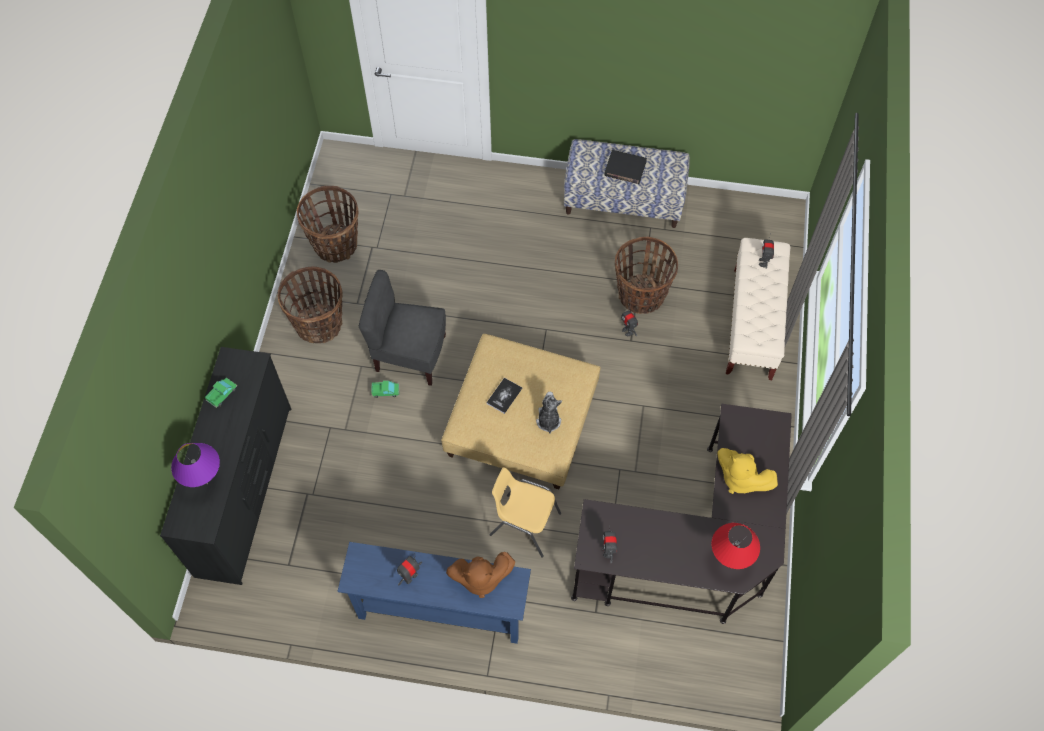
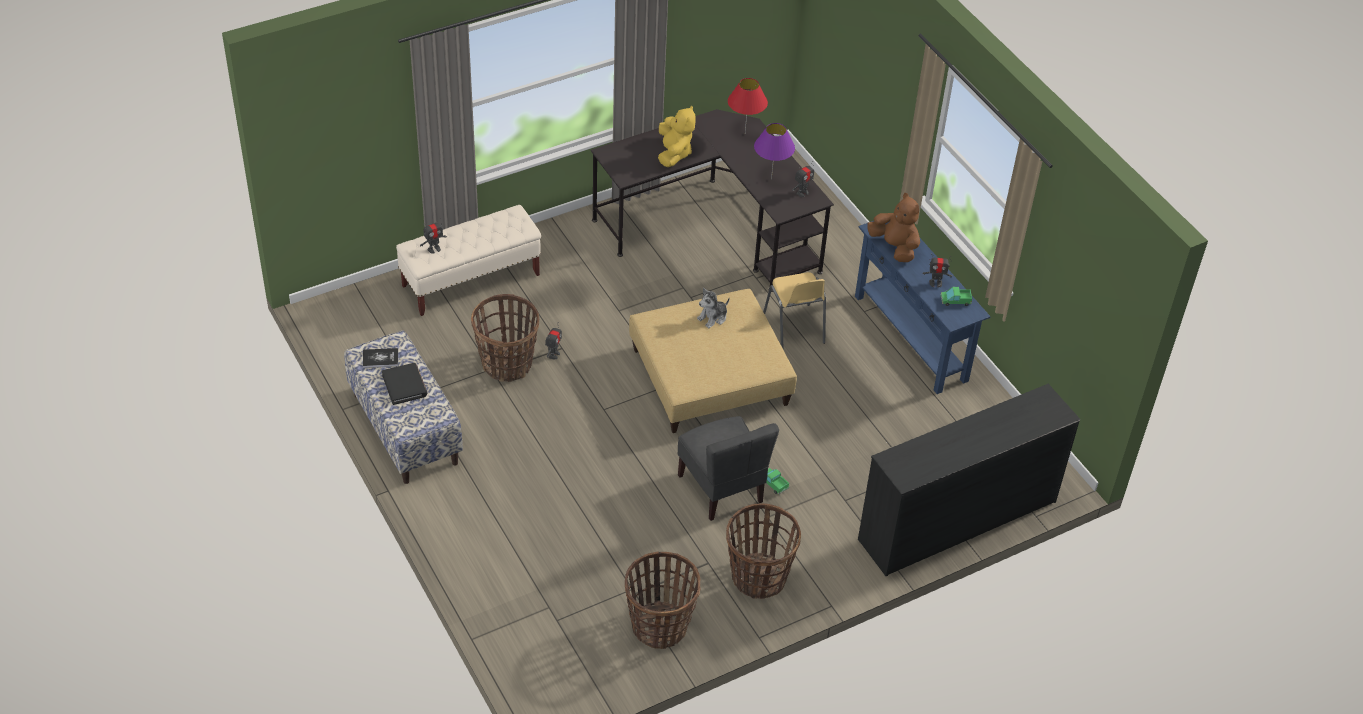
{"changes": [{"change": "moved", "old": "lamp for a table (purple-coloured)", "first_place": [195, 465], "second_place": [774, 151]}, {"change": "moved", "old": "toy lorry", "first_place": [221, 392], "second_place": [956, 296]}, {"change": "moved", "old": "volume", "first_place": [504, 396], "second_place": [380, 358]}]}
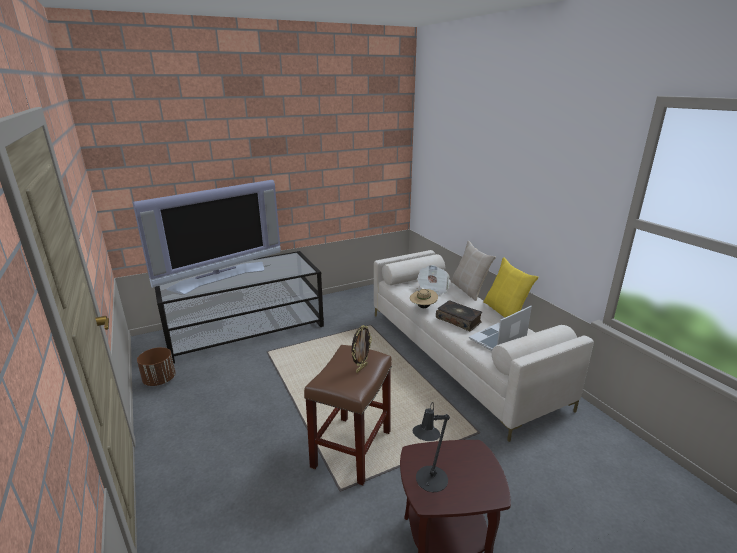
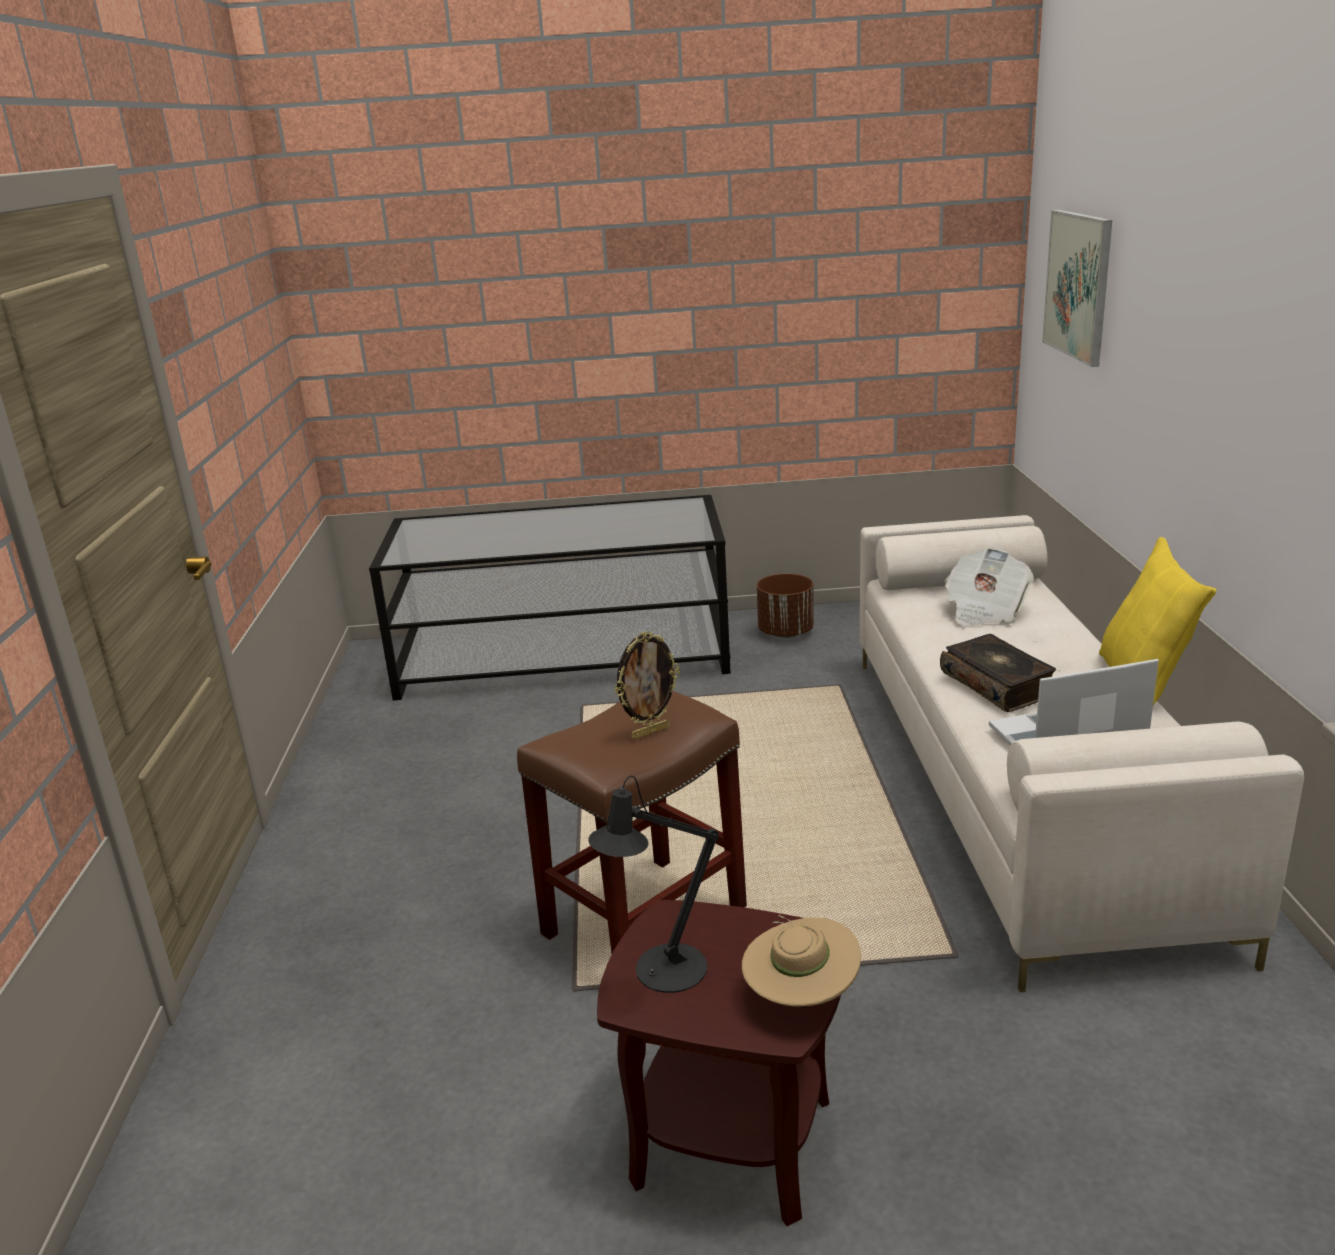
{"changes": [{"change": "removed", "old": "TV", "first_place": [207, 237]}, {"change": "removed", "old": "throw pillow (sand-coloured)", "first_place": [473, 271]}, {"change": "added", "new": "wall picture", "second_place": [1077, 288]}, {"change": "moved", "old": "plant pot (brownish)", "first_place": [156, 366], "second_place": [785, 606]}, {"change": "moved", "old": "wearable hat (sand-coloured)", "first_place": [424, 298], "second_place": [801, 961]}]}
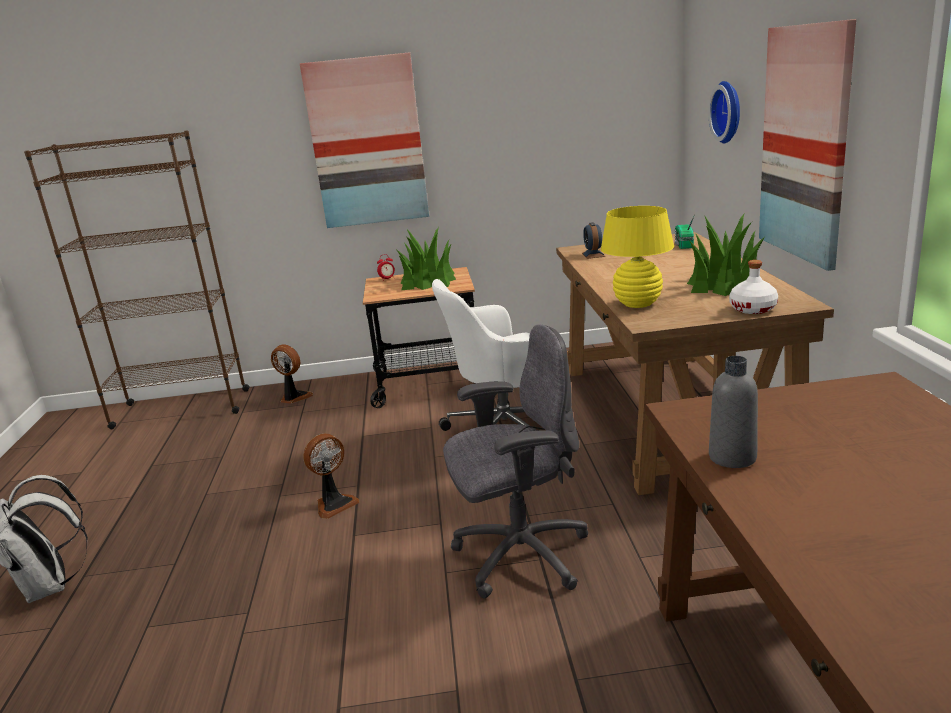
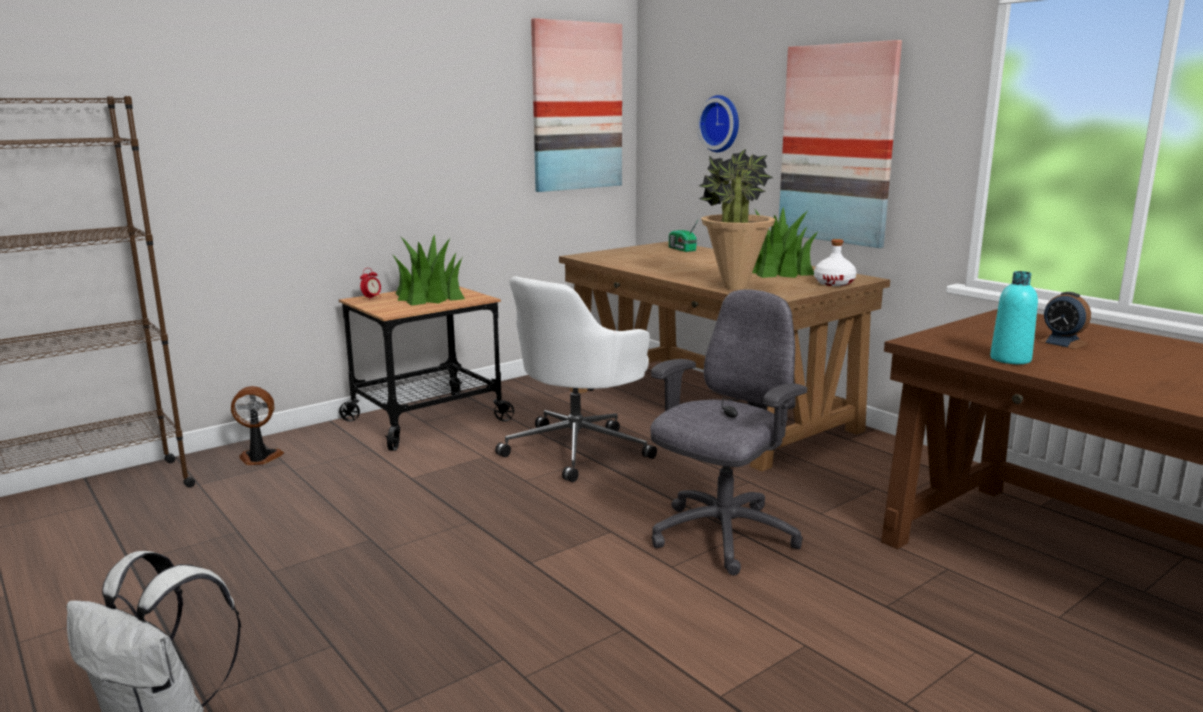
{"changes": [{"change": "removed", "old": "cooling fan", "first_place": [331, 476]}, {"change": "moved", "old": "wall picture", "first_place": [364, 140], "second_place": [576, 105]}, {"change": "moved", "old": "bedside clock", "first_place": [593, 240], "second_place": [1064, 320]}, {"change": "replaced", "old": "lamp for a table (yellowish)", "new": "plant in a pot", "first_place": [637, 257], "second_place": [737, 219]}, {"change": "recoloured", "old": "beverage bottle (greyish)", "new": "beverage bottle (turquoise-coloured)", "first_place": [733, 412], "second_place": [1014, 317]}]}
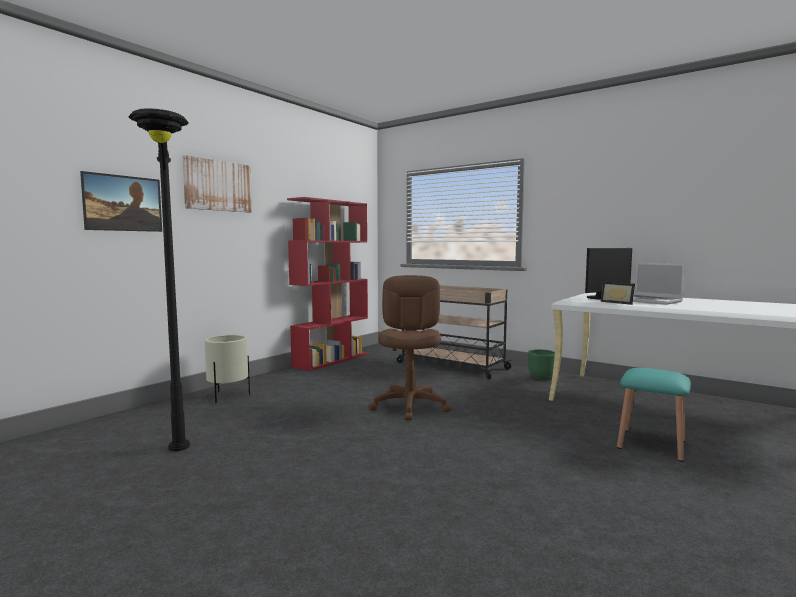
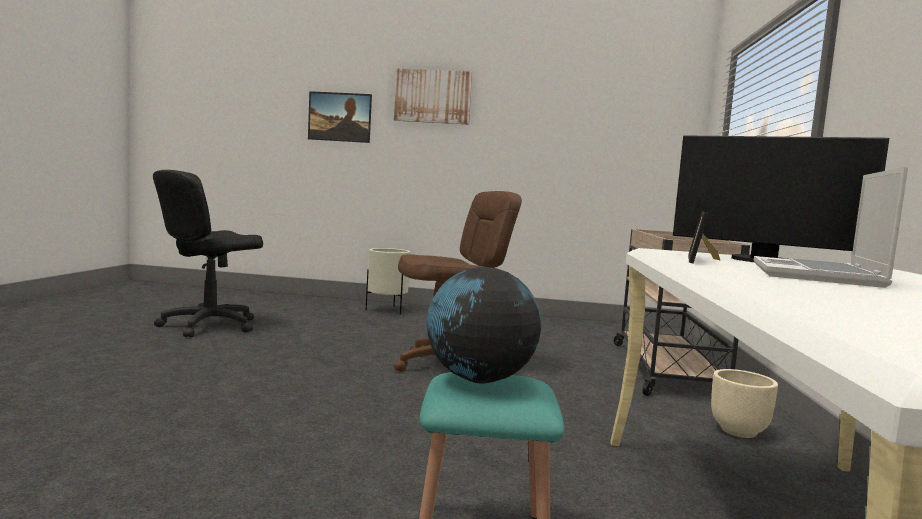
{"changes": [{"change": "removed", "old": "bookshelf (reddish)", "first_place": [327, 284]}, {"change": "added", "new": "globe", "second_place": [484, 325]}, {"change": "replaced", "old": "standard lamp (blackish)", "new": "computer chair (blackish)", "first_place": [159, 279], "second_place": [208, 253]}, {"change": "recoloured", "old": "plant pot (green-coloured)", "new": "plant pot (sand-coloured)", "first_place": [541, 364], "second_place": [744, 403]}]}
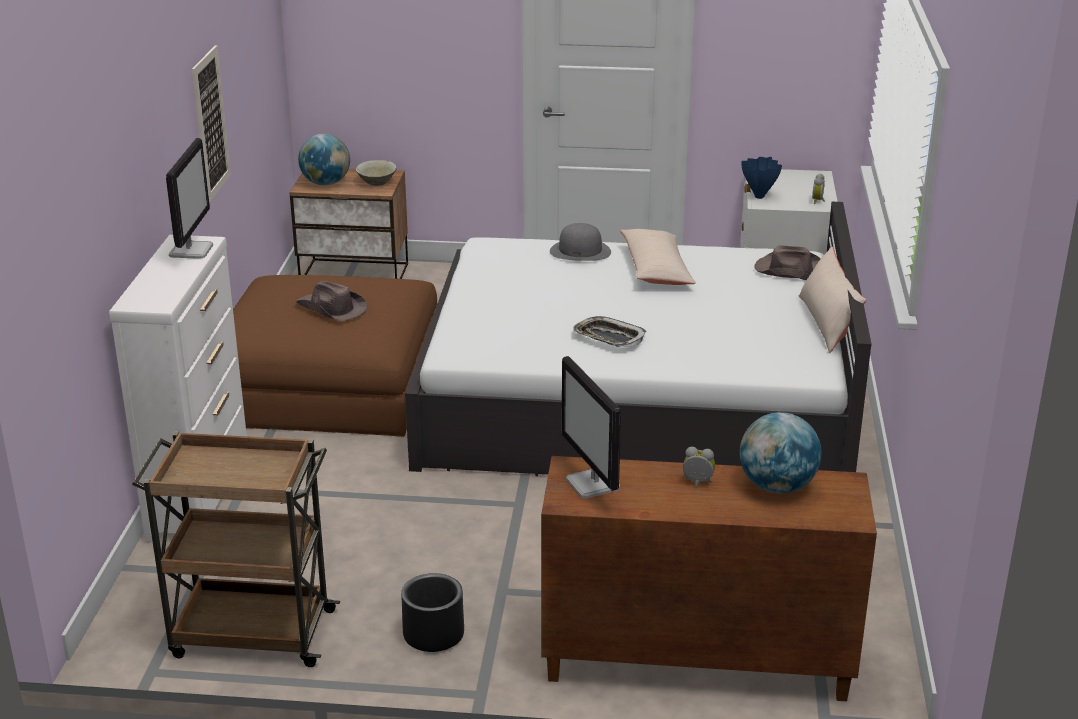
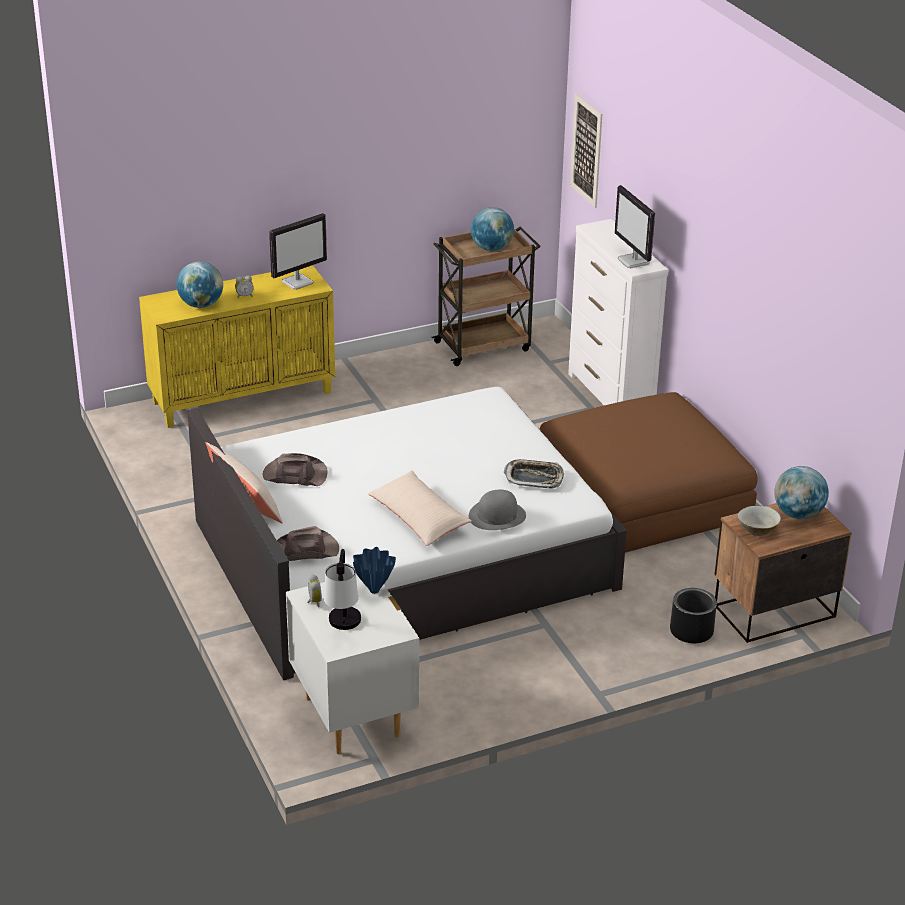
{"changes": [{"change": "added", "new": "lamp for a table", "second_place": [342, 589]}, {"change": "added", "new": "globe", "second_place": [492, 229]}, {"change": "moved", "old": "wall picture", "first_place": [211, 124], "second_place": [586, 150]}, {"change": "moved", "old": "wearable hat (brownish)", "first_place": [331, 301], "second_place": [295, 469]}, {"change": "moved", "old": "plant pot (blackish)", "first_place": [432, 612], "second_place": [693, 615]}, {"change": "moved", "old": "tray", "first_place": [609, 331], "second_place": [534, 473]}, {"change": "recoloured", "old": "storage cabinet (brownish)", "new": "storage cabinet (yellowish)", "first_place": [709, 578], "second_place": [237, 346]}, {"change": "turned", "old": "monitor", "first_place": [591, 427], "second_place": [298, 251], "degrees": 105}]}
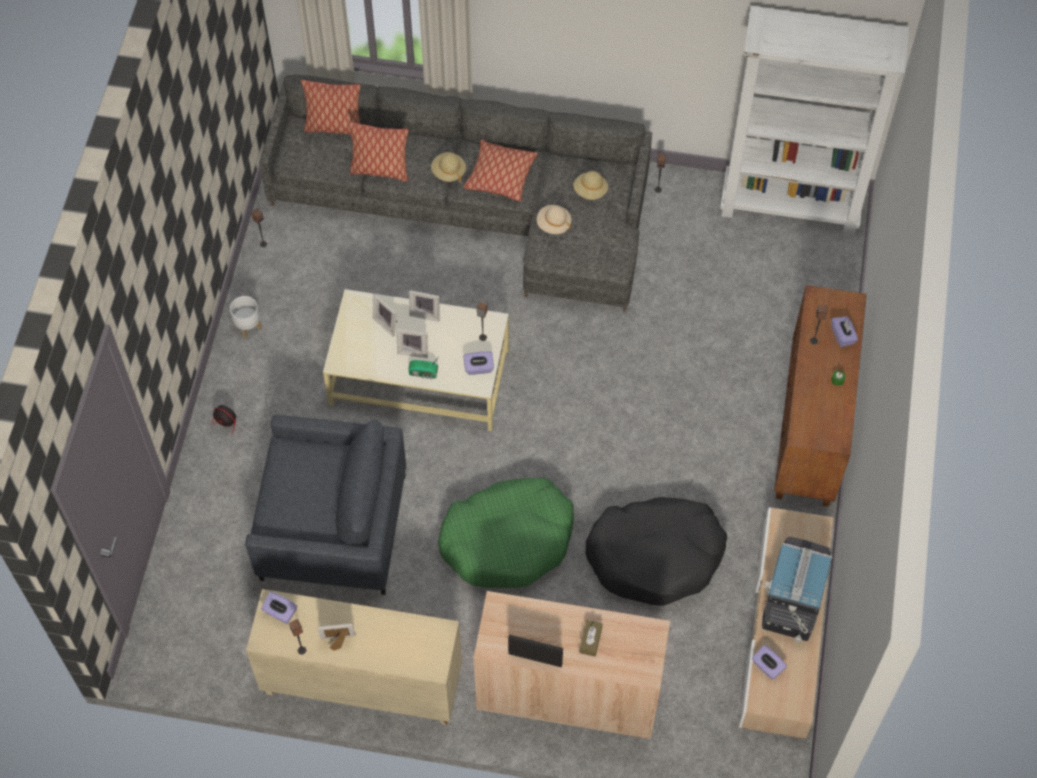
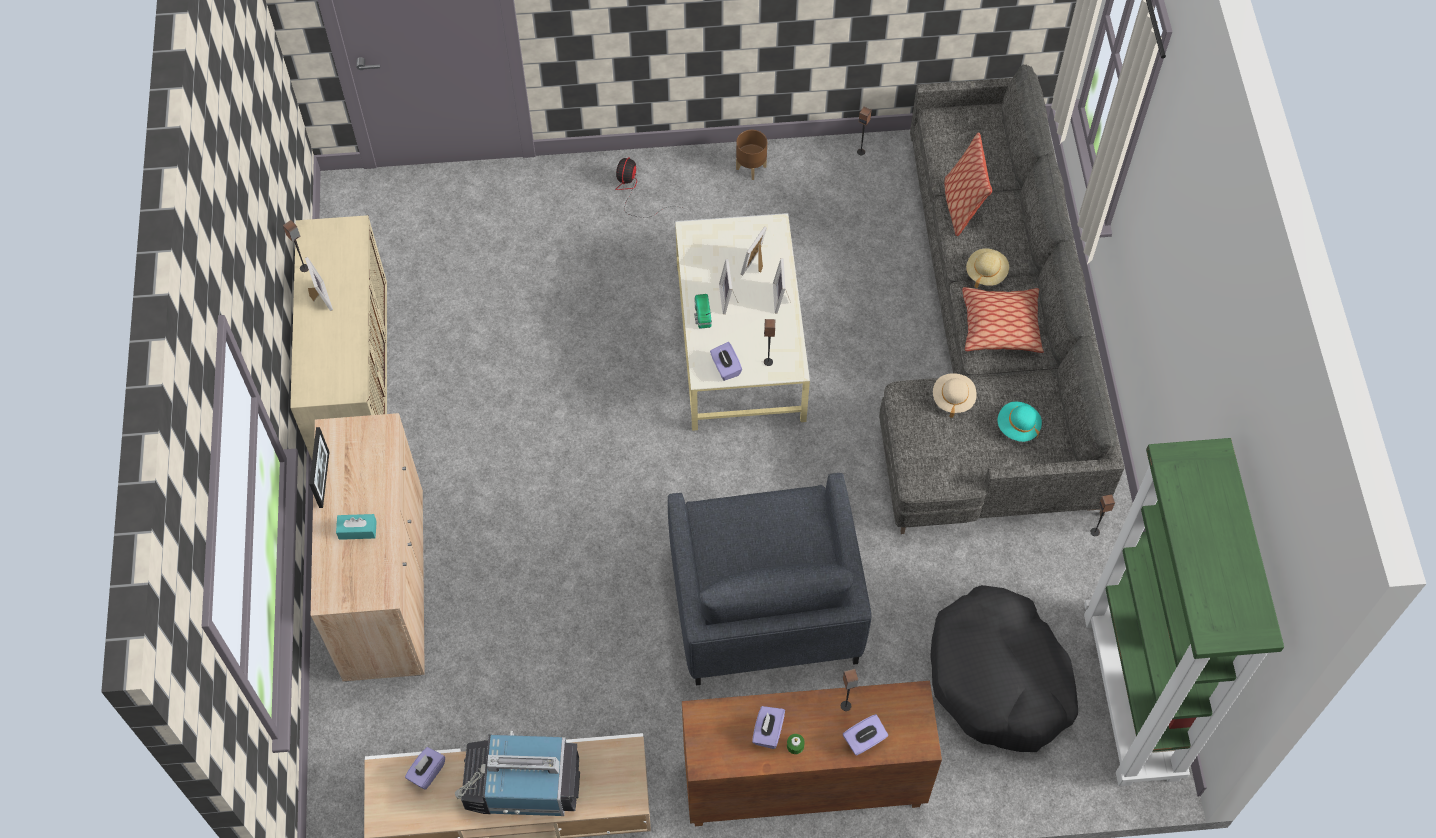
{"changes": [{"change": "removed", "old": "throw pillow", "first_place": [331, 107]}, {"change": "removed", "old": "dog cushion (green-coloured)", "first_place": [506, 533]}, {"change": "moved", "old": "armchair (greyish)", "first_place": [325, 505], "second_place": [769, 579]}, {"change": "moved", "old": "box of tissues (purple-coloured)", "first_place": [279, 608], "second_place": [768, 727]}, {"change": "moved", "old": "dog cushion (blackish)", "first_place": [656, 551], "second_place": [1004, 668]}, {"change": "recoloured", "old": "plant pot (white)", "new": "plant pot (brownish)", "first_place": [246, 317], "second_place": [751, 155]}, {"change": "recoloured", "old": "wearable hat (sand-coloured)", "new": "wearable hat (turquoise-coloured)", "first_place": [590, 185], "second_place": [1020, 421]}, {"change": "recoloured", "old": "box of tissues (brownish)", "new": "box of tissues (turquoise-coloured)", "first_place": [591, 638], "second_place": [356, 527]}, {"change": "recoloured", "old": "bookshelf (white)", "new": "bookshelf (green-coloured)", "first_place": [815, 120], "second_place": [1184, 612]}]}
